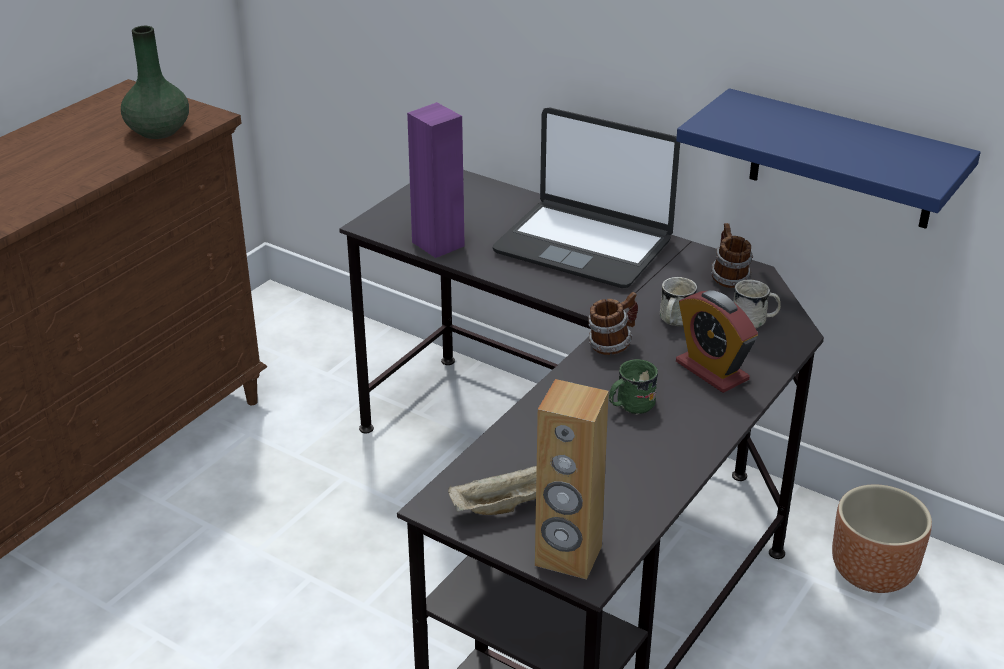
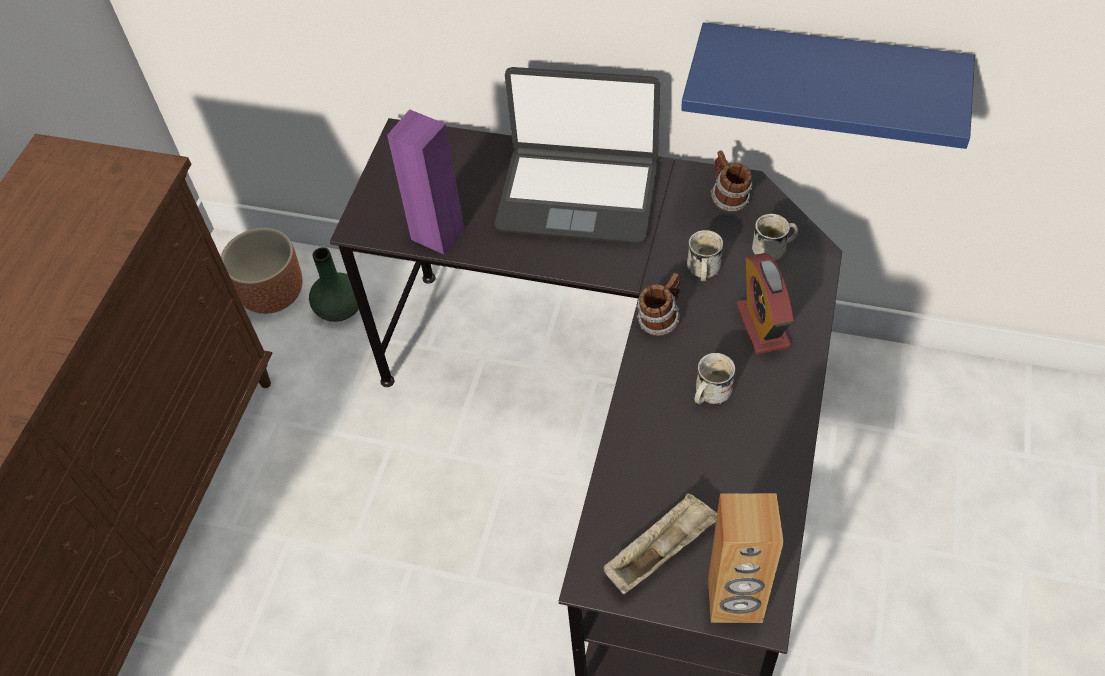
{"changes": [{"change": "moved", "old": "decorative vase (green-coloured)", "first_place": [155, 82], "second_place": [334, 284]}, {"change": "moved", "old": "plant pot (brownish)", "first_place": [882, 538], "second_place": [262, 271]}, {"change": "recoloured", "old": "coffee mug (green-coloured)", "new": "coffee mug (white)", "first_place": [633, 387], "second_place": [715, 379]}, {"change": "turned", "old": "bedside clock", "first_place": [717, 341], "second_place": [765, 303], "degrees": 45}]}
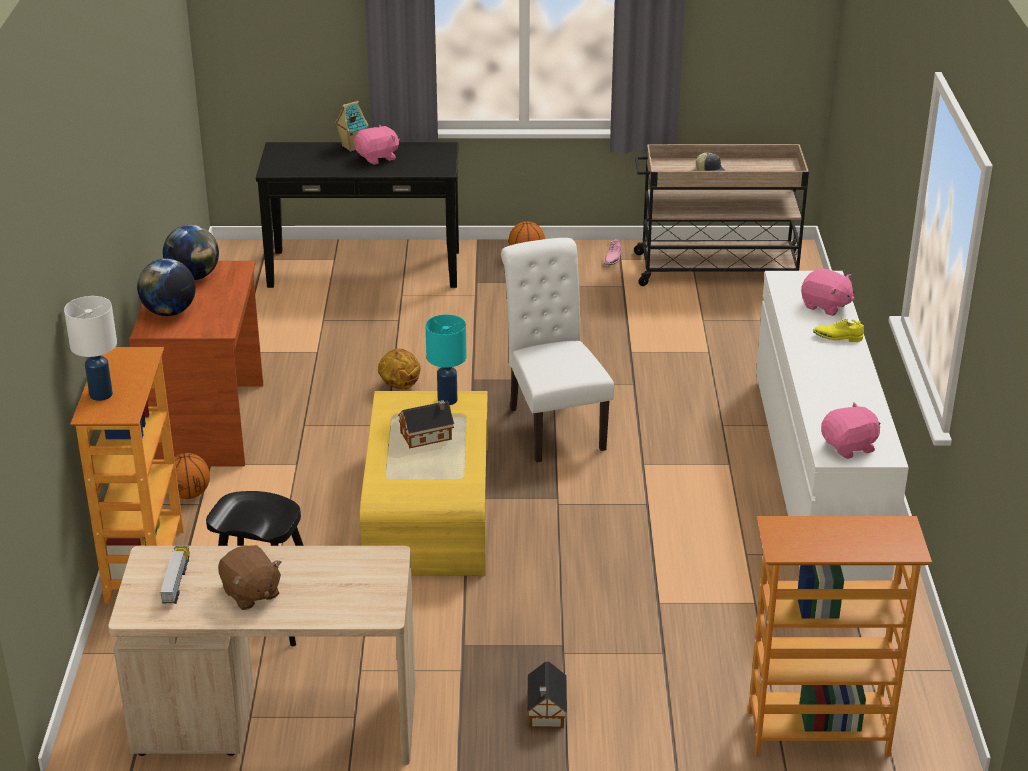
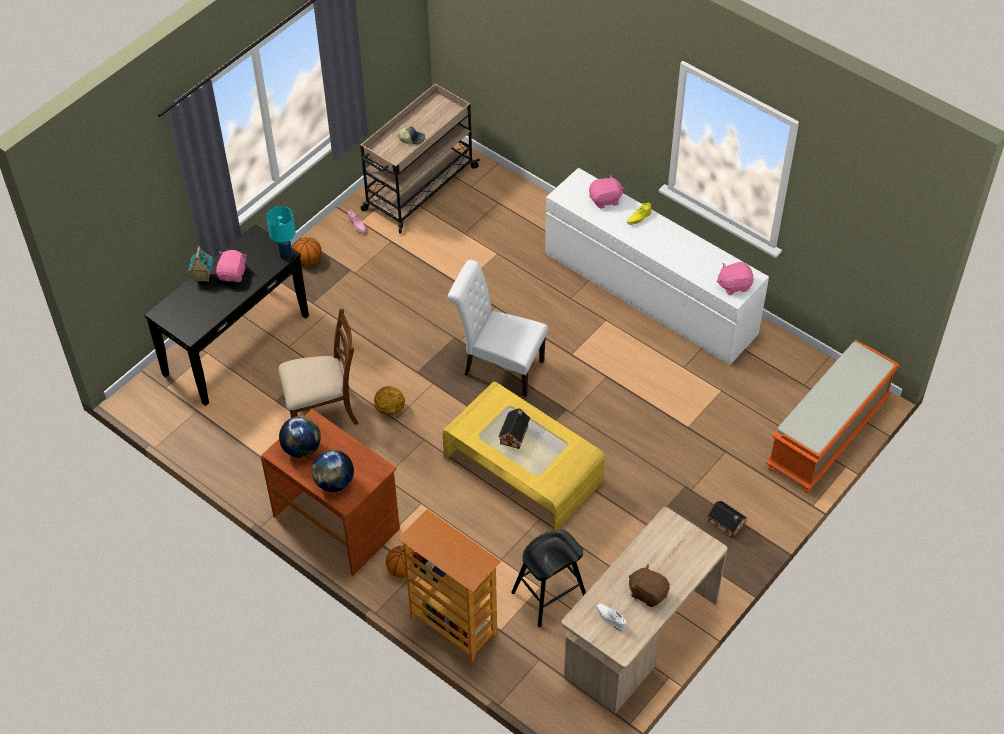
{"changes": [{"change": "removed", "old": "lamp for a table (white)", "first_place": [90, 348]}, {"change": "added", "new": "chair (brownish)", "second_place": [318, 367]}, {"change": "moved", "old": "lamp for a table (turquoise-coloured)", "first_place": [446, 359], "second_place": [281, 233]}, {"change": "replaced", "old": "toy lorry", "new": "shoe (white)", "first_place": [174, 574], "second_place": [611, 617]}, {"change": "replaced", "old": "bookshelf", "new": "indoor bench (orange)", "first_place": [840, 636], "second_place": [833, 416]}, {"change": "turned", "old": "cuddly toy (brownish)", "first_place": [250, 577], "second_place": [649, 585], "degrees": -150}, {"change": "turned", "old": "cuddly toy (pinkish)", "first_place": [850, 430], "second_place": [735, 278], "degrees": -120}]}
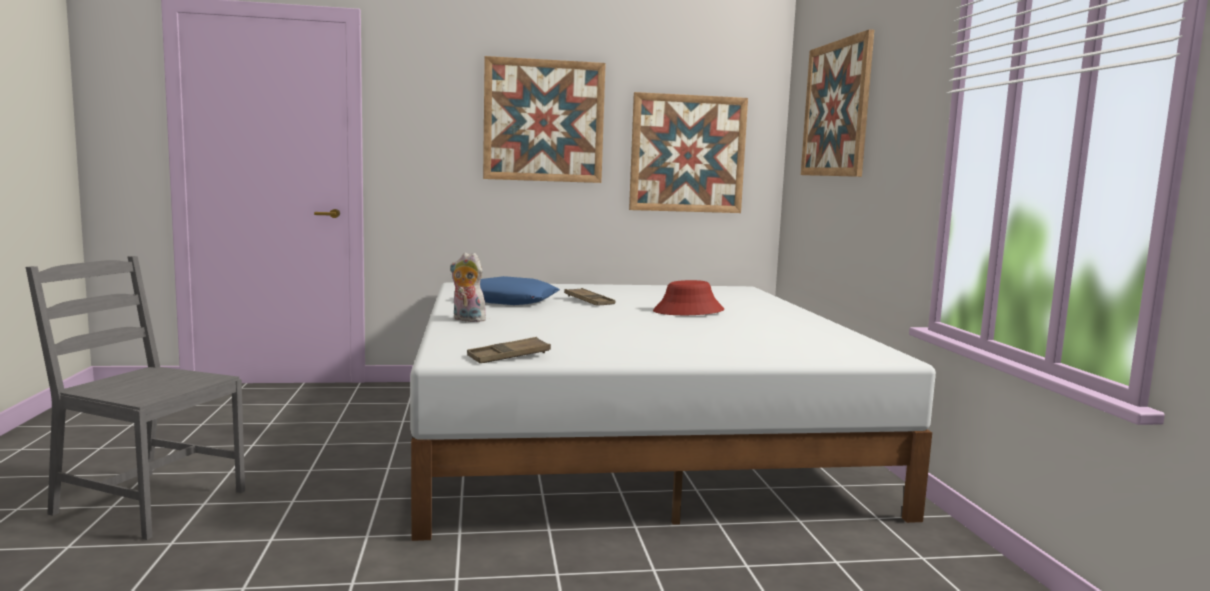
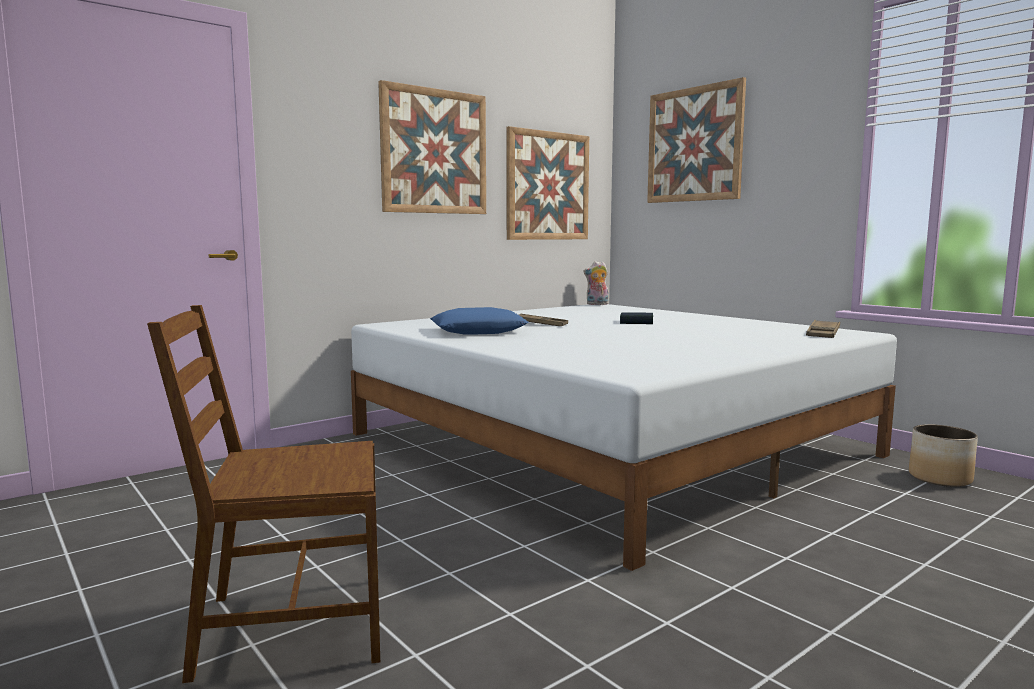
{"changes": [{"change": "added", "new": "plant pot", "second_place": [943, 455]}, {"change": "moved", "old": "cuddly toy", "first_place": [468, 287], "second_place": [596, 283]}, {"change": "moved", "old": "tray (brownish)", "first_place": [509, 350], "second_place": [823, 329]}, {"change": "replaced", "old": "wearable hat (reddish)", "new": "volume", "first_place": [688, 297], "second_place": [636, 318]}, {"change": "recoloured", "old": "chair (greyish)", "new": "chair (brownish)", "first_place": [135, 398], "second_place": [263, 494]}]}
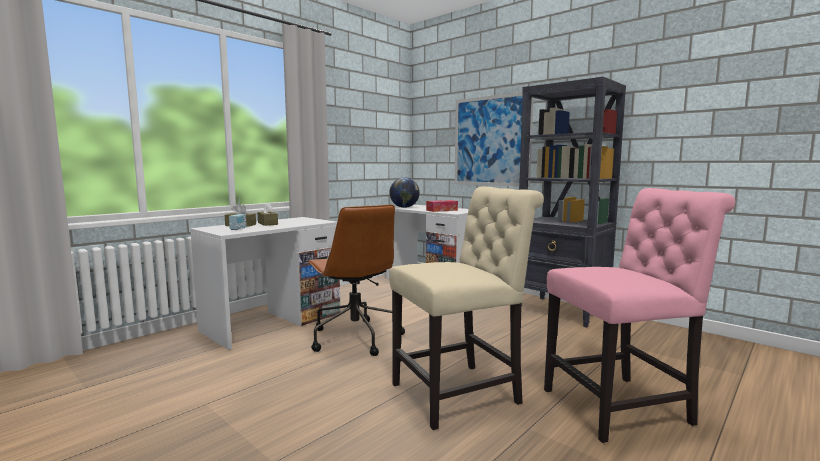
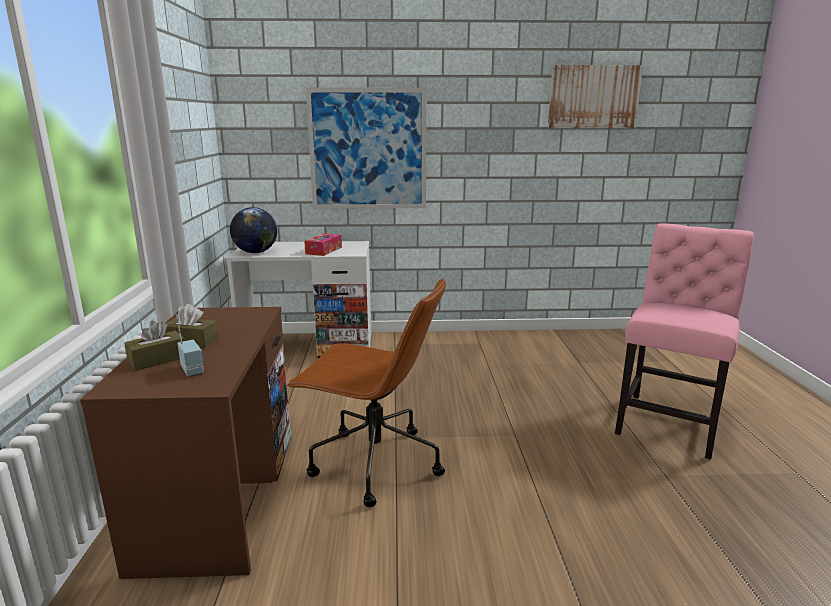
{"changes": [{"change": "removed", "old": "chair (sand-coloured)", "first_place": [466, 308]}, {"change": "removed", "old": "bookshelf (blackish)", "first_place": [572, 202]}, {"change": "added", "new": "wall picture", "second_place": [595, 96]}, {"change": "recoloured", "old": "desk table (white)", "new": "desk table (brownish)", "first_place": [265, 283], "second_place": [185, 443]}]}
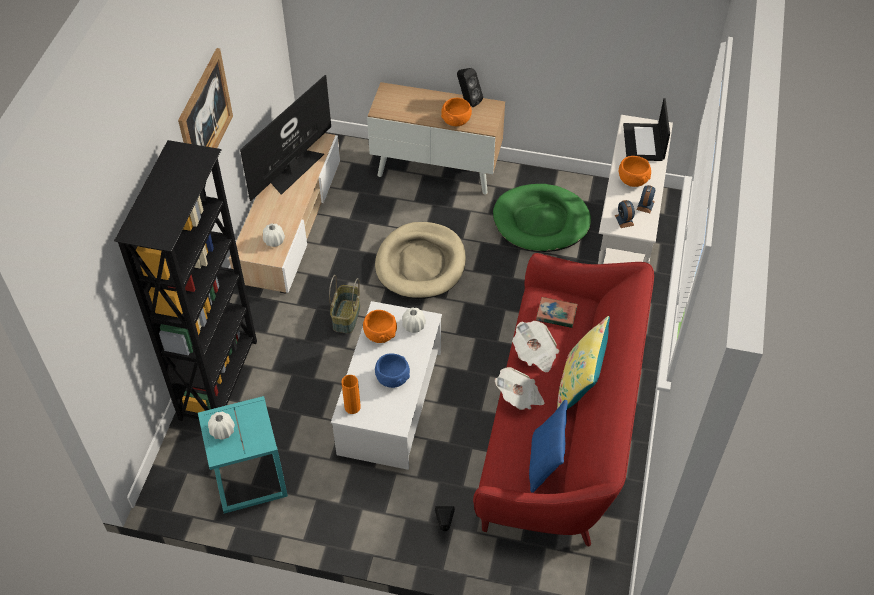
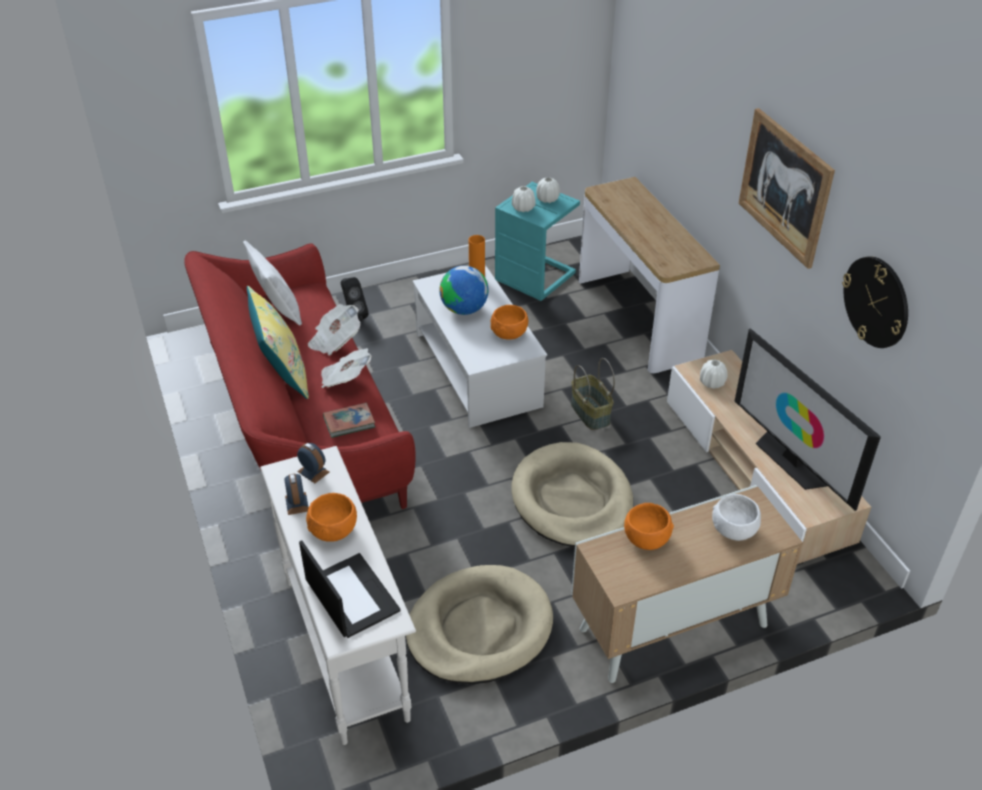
{"changes": [{"change": "removed", "old": "speaker (blackish)", "first_place": [470, 88]}, {"change": "added", "new": "deep dish (white)", "second_place": [736, 517]}, {"change": "added", "new": "wall clock", "second_place": [875, 302]}, {"change": "moved", "old": "decorative vase (white)", "first_place": [414, 320], "second_place": [524, 199]}, {"change": "replaced", "old": "bookshelf (blackish)", "new": "narrow table", "first_place": [185, 280], "second_place": [649, 275]}, {"change": "replaced", "old": "deep dish (bluish)", "new": "globe", "first_place": [392, 370], "second_place": [463, 290]}, {"change": "recoloured", "old": "dog cushion (green-coloured)", "new": "dog cushion (sand-coloured)", "first_place": [542, 218], "second_place": [479, 624]}, {"change": "recoloured", "old": "throw pillow (bluish)", "new": "throw pillow (white)", "first_place": [548, 446], "second_place": [272, 283]}, {"change": "turned", "old": "TV", "first_place": [285, 138], "second_place": [808, 419], "degrees": 150}]}
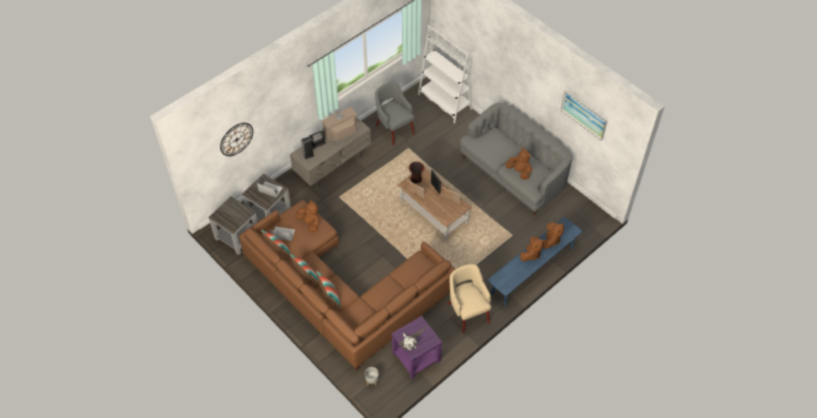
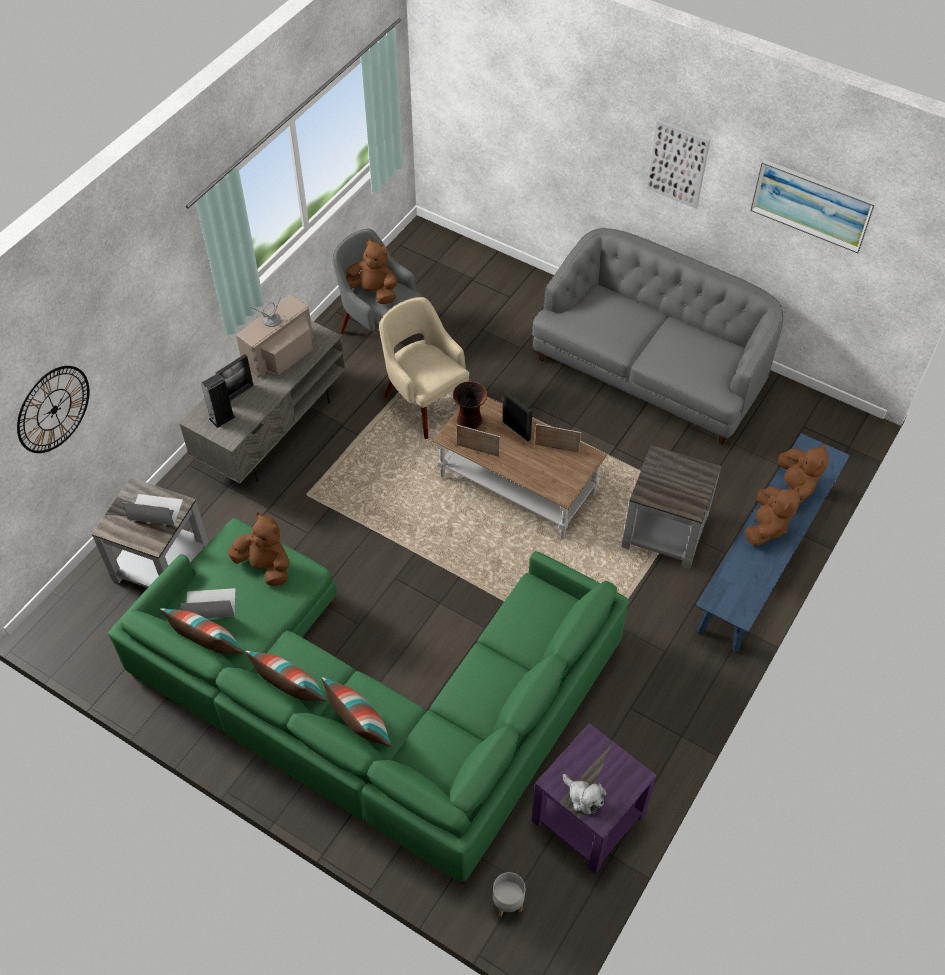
{"changes": [{"change": "removed", "old": "bookshelf (white)", "first_place": [445, 74]}, {"change": "added", "new": "wall picture", "second_place": [678, 164]}, {"change": "moved", "old": "end table (greyish)", "first_place": [233, 225], "second_place": [671, 507]}, {"change": "moved", "old": "armchair (sand-coloured)", "first_place": [469, 299], "second_place": [424, 368]}, {"change": "moved", "old": "cuddly toy (brownish)", "first_place": [518, 163], "second_place": [371, 271]}, {"change": "recoloured", "old": "sofa (brownish)", "new": "sofa (green-coloured)", "first_place": [347, 285], "second_place": [368, 701]}]}
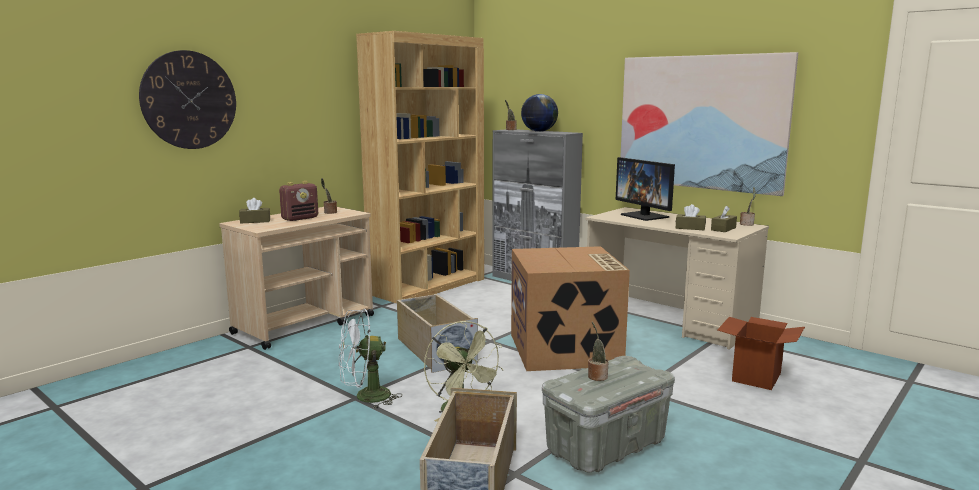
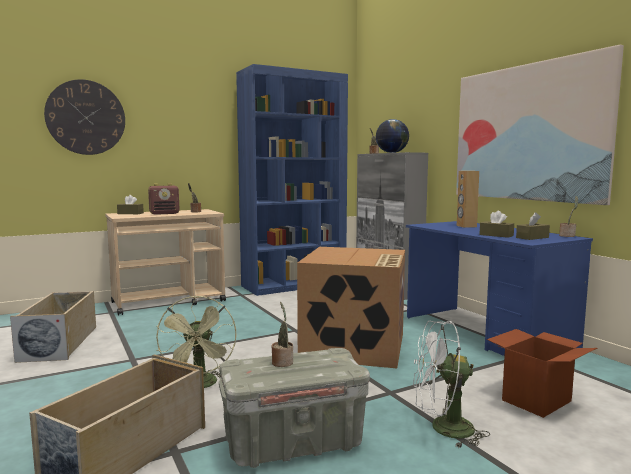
{"changes": [{"change": "moved", "old": "cooling fan (white)", "first_place": [370, 359], "second_place": [451, 385]}, {"change": "moved", "old": "storage box (sand-coloured)", "first_place": [437, 333], "second_place": [53, 327]}, {"change": "replaced", "old": "monitor", "new": "speaker (brownish)", "first_place": [645, 189], "second_place": [468, 199]}, {"change": "recoloured", "old": "bookshelf (brownish)", "new": "bookshelf (bluish)", "first_place": [420, 167], "second_place": [292, 180]}, {"change": "recoloured", "old": "desk table (sand-coloured)", "new": "desk table (bluish)", "first_place": [677, 278], "second_place": [499, 288]}]}
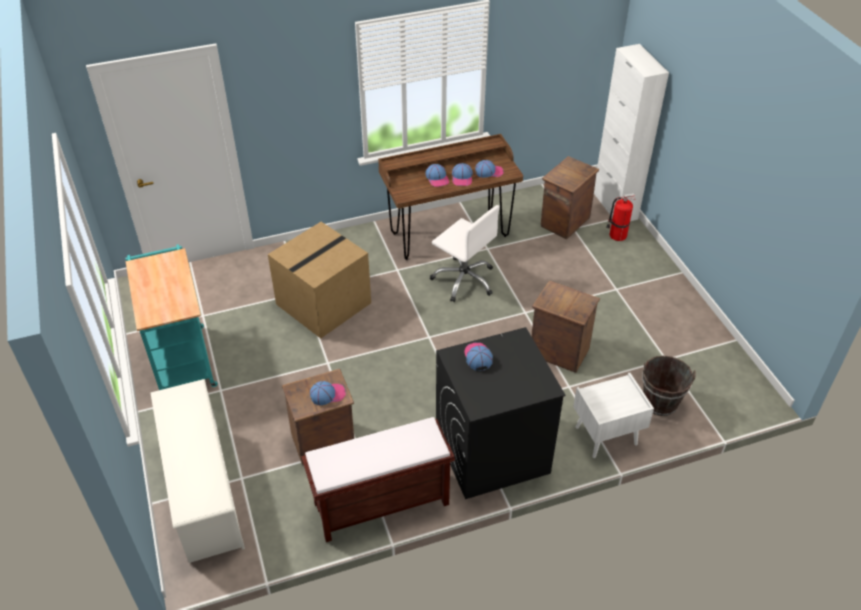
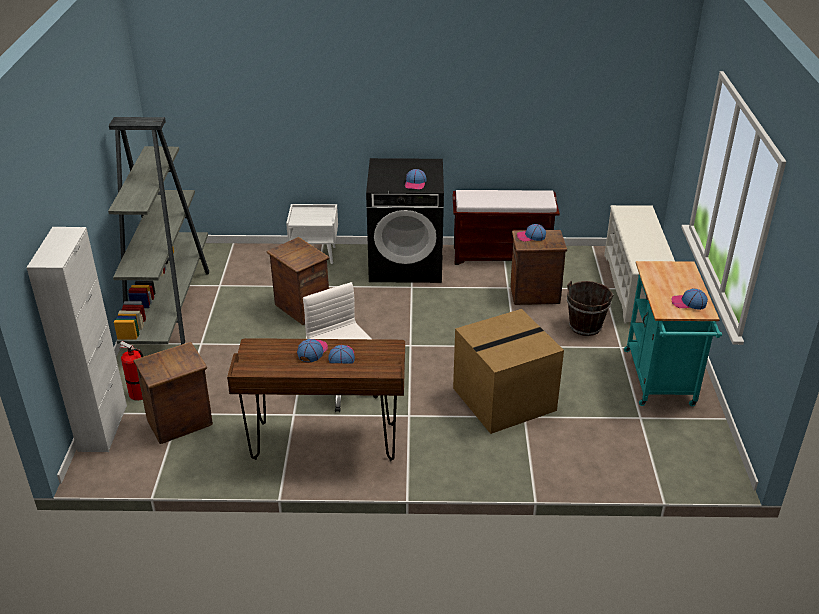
{"changes": [{"change": "added", "new": "bookshelf (greyish)", "second_place": [158, 231]}, {"change": "moved", "old": "peaked cap", "first_place": [489, 169], "second_place": [690, 299]}, {"change": "moved", "old": "pail (brownish)", "first_place": [668, 386], "second_place": [590, 308]}]}
